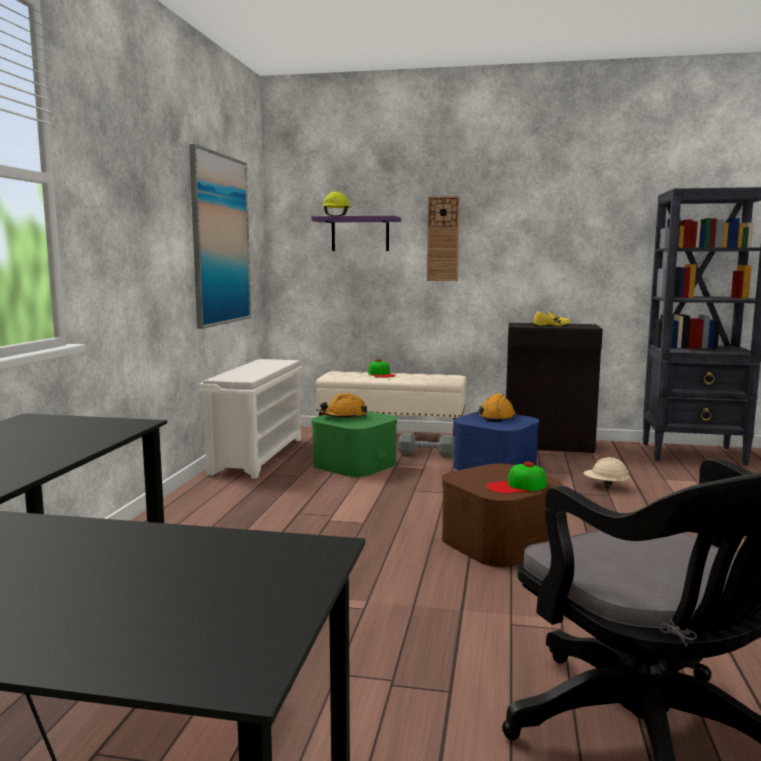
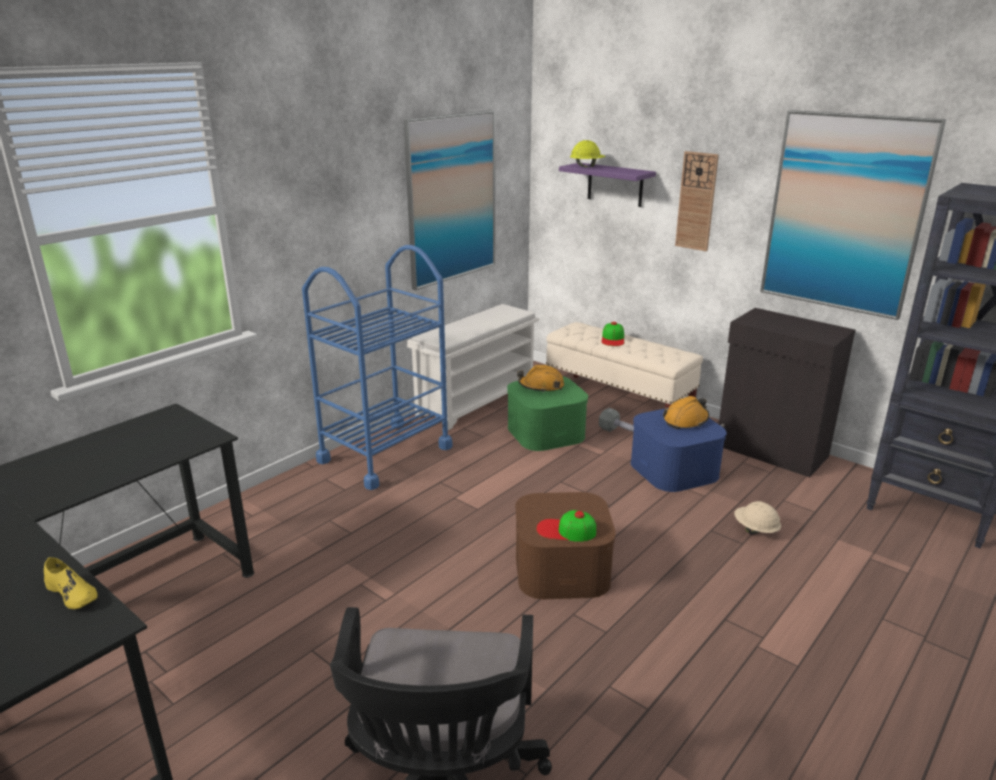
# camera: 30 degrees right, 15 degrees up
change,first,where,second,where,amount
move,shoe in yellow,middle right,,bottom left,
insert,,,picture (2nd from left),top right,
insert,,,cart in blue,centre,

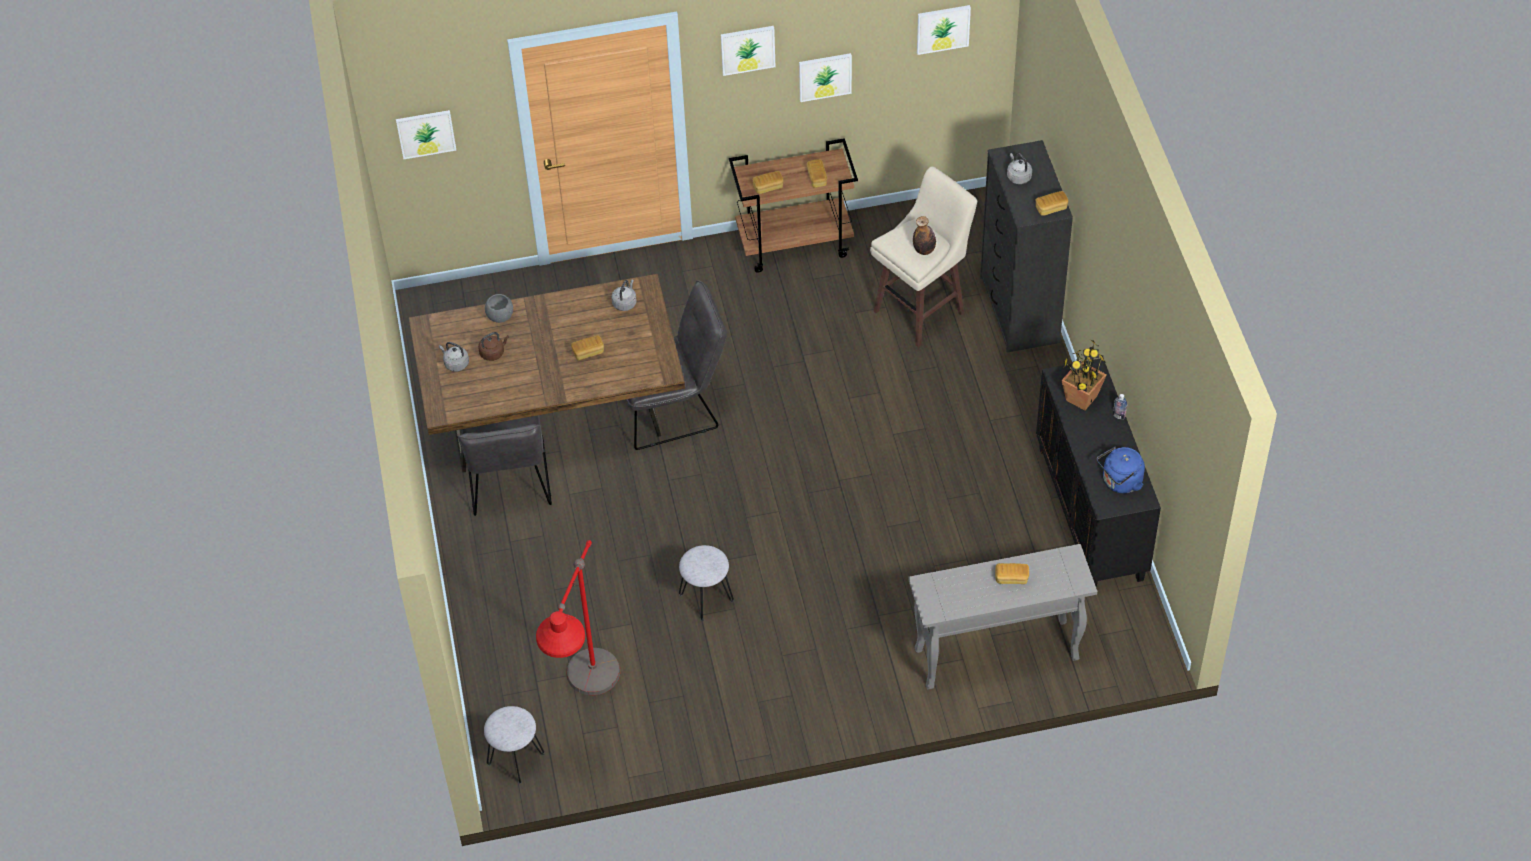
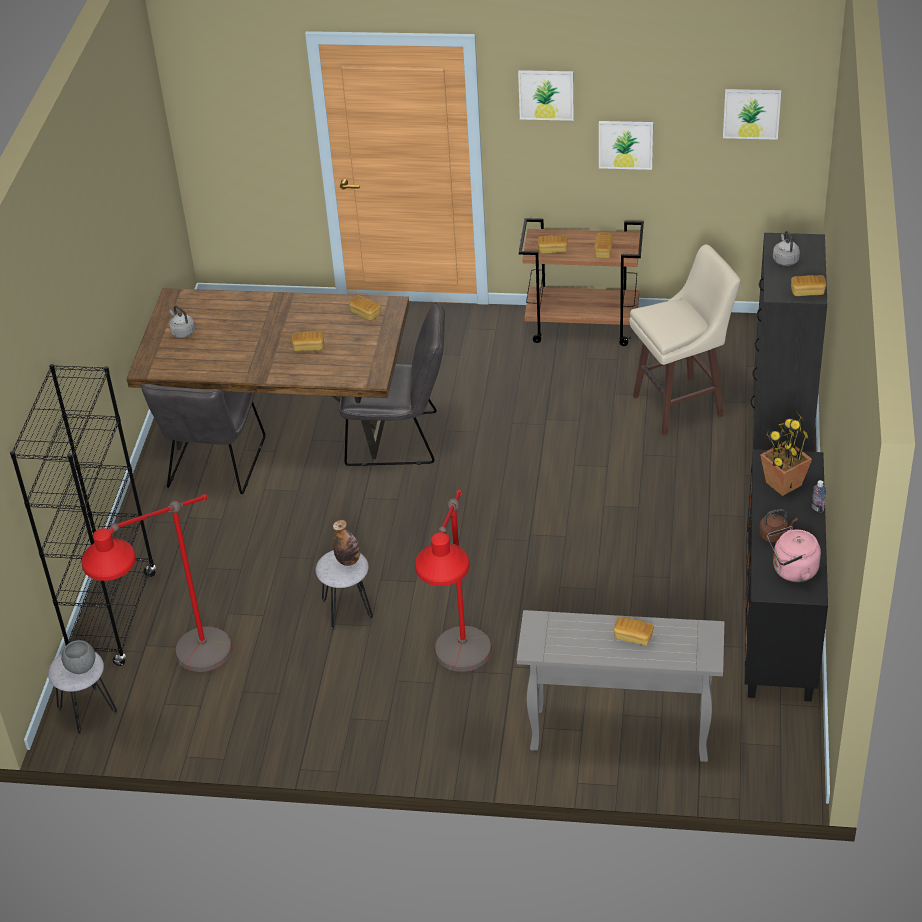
# camera: 20 degrees right, 10 degrees down
change,first,where,second,where,amount
delete,picture (1st from left),top left,,,
move,bottle (1st from left),top centre,,centre,
replace,kettle in grey (2nd from left),centre,bread (2nd from left),centre,
move,bowl in grey,middle left,,bottom left,
move,kettle in brown,middle left,,middle right,
recolor,kettle in blue,middle right,kettle in pink,middle right,
insert,,,bookcase in black,middle left,
insert,,,floor lamp in red (2nd from left),centre,

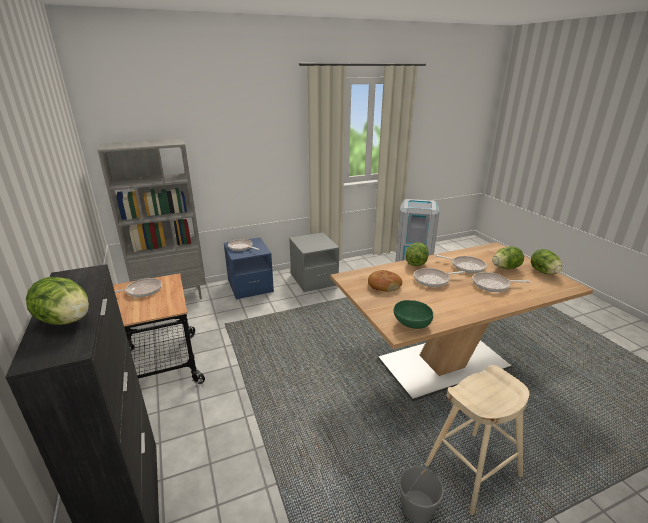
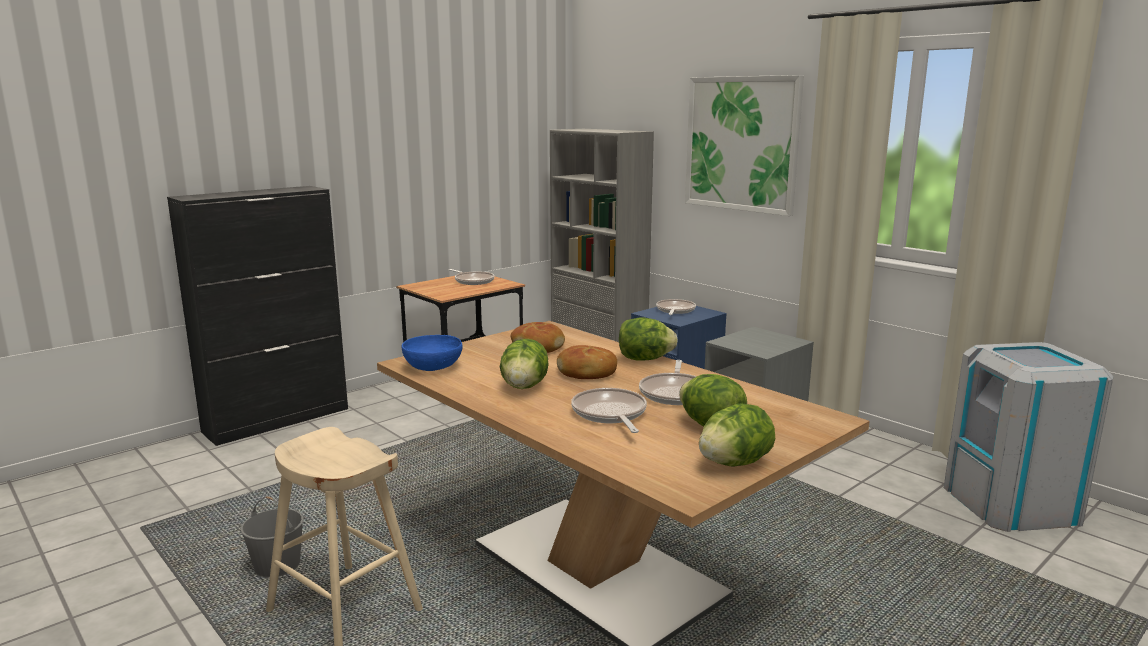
# camera: 70 degrees right, 10 degrees down
change,first,where,second,where,amount
replace,frying pan (3rd from left),middle right,bread (2nd from left),centre,
move,lettuce (1st from left),middle left,,centre,
recolor,bowl in green,centre,bowl in blue,centre,
insert,,,picture,top centre,

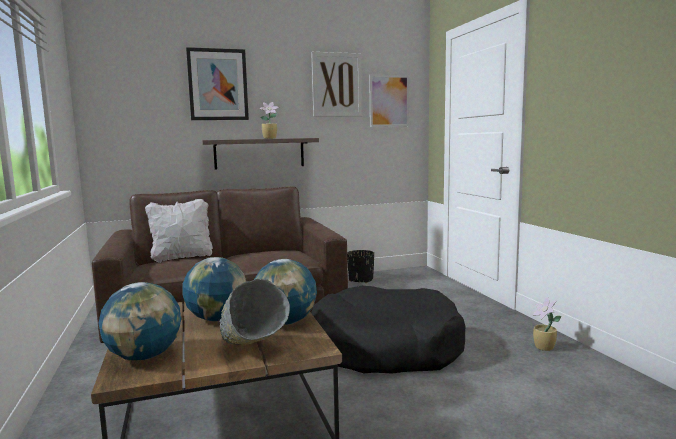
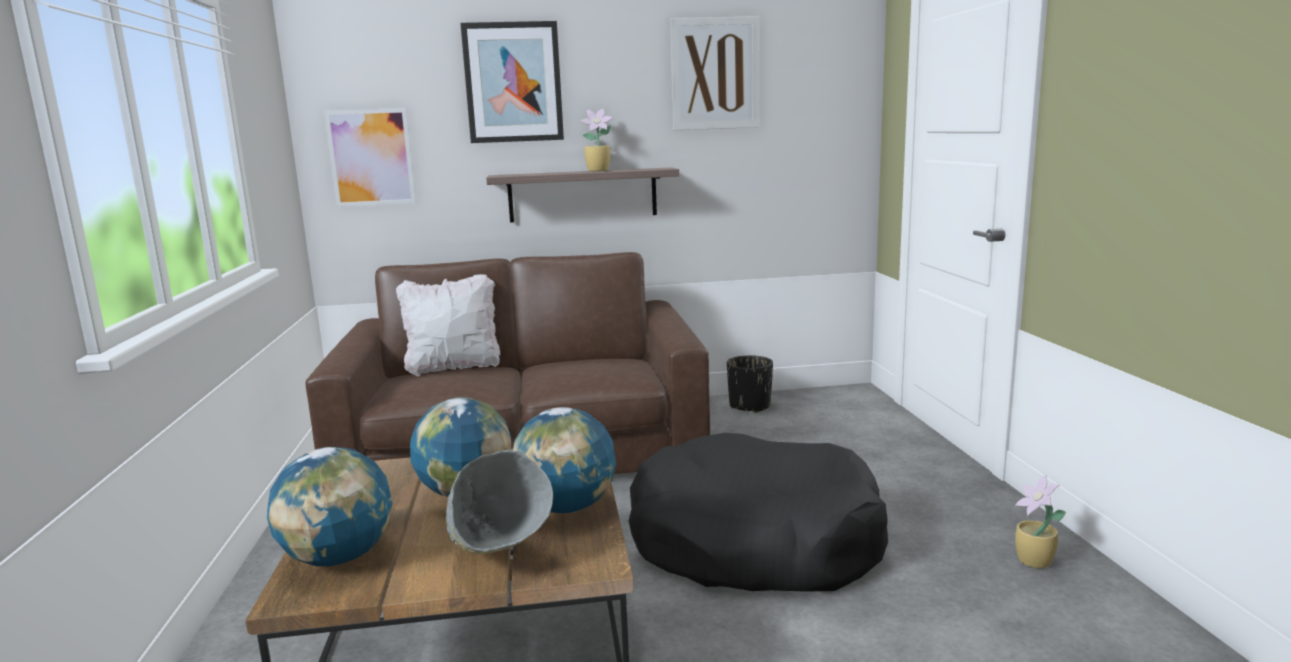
# camera: 10 degrees right, 5 degrees up
change,first,where,second,where,amount
move,picture (3rd from left in the first image),top centre,picture (1st from left),top left,

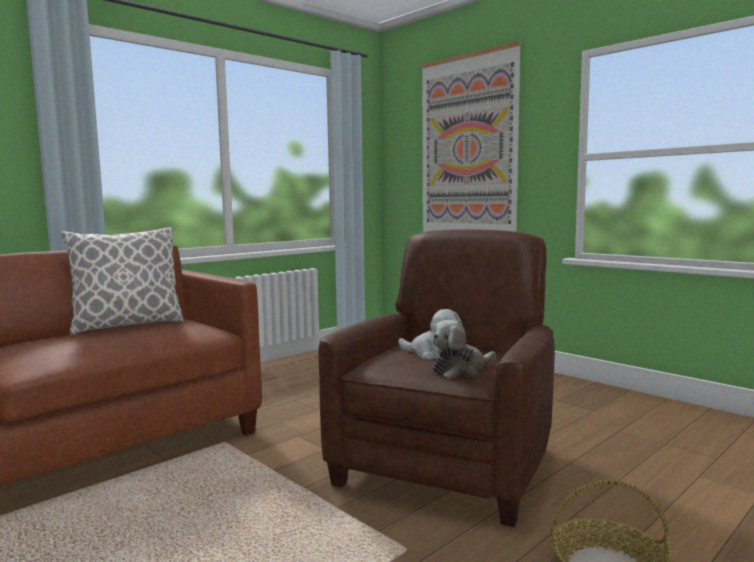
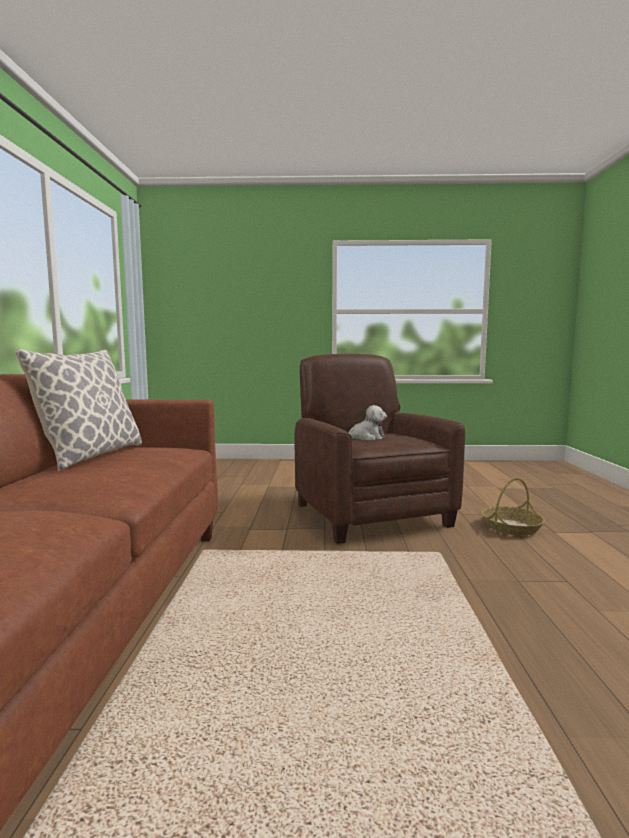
# camera: 45 degrees left, 0 degrees up
change,first,where,second,where,amount
delete,picture,top centre,,,
delete,plush toy (2nd from left),centre,,,

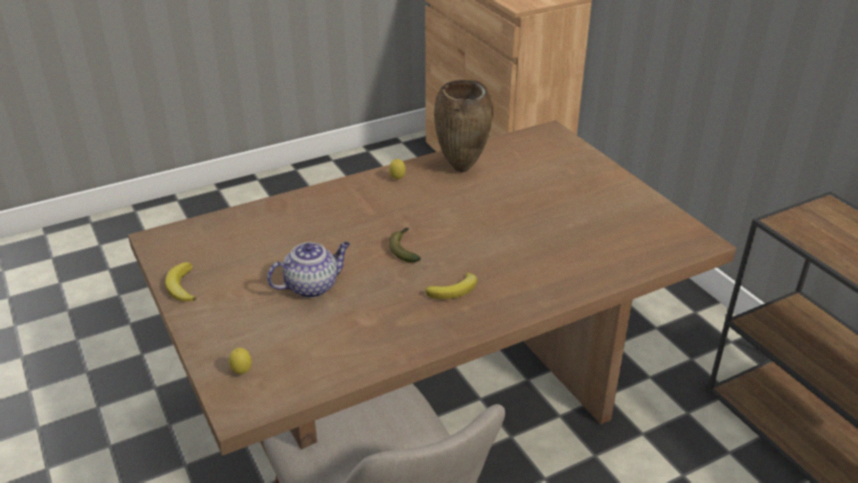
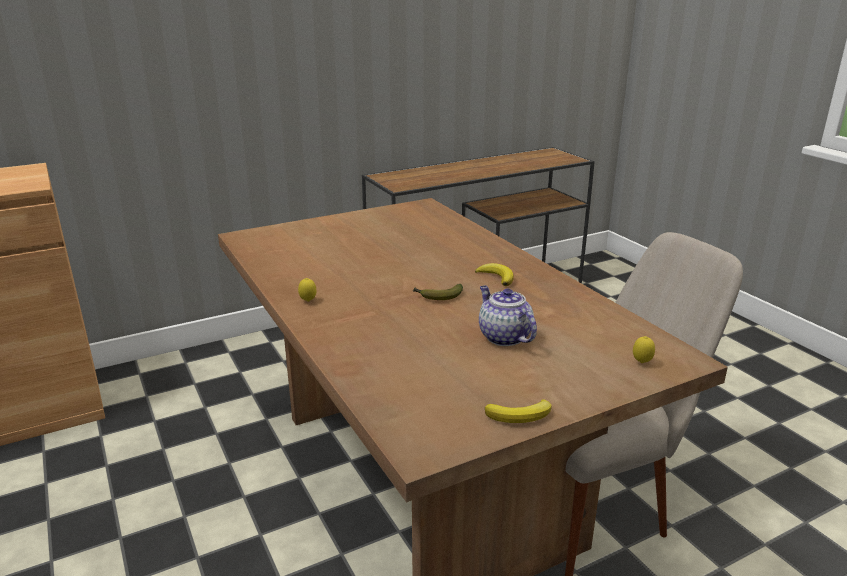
# camera: 90 degrees left, 10 degrees down
change,first,where,second,where,amount
delete,vase in brown,top centre,,,

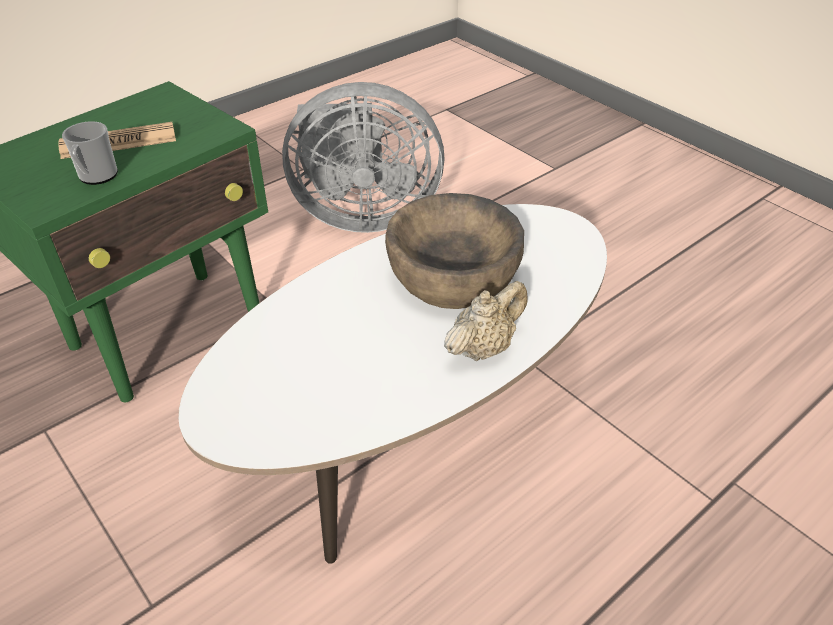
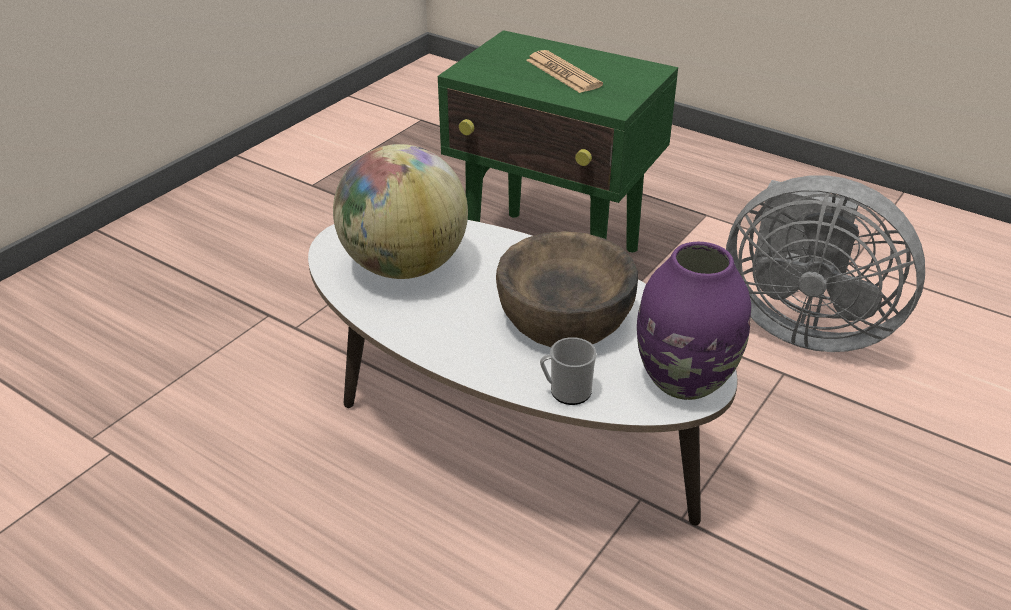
# camera: 75 degrees right, 5 degrees down
change,first,where,second,where,amount
rotate,fan in grey,top centre,,middle right,45 degrees counterclockwise
move,mug,top left,,centre,
delete,teapot in beige,centre,,,
insert,,,globe,centre,
insert,,,vase in purple,middle right,

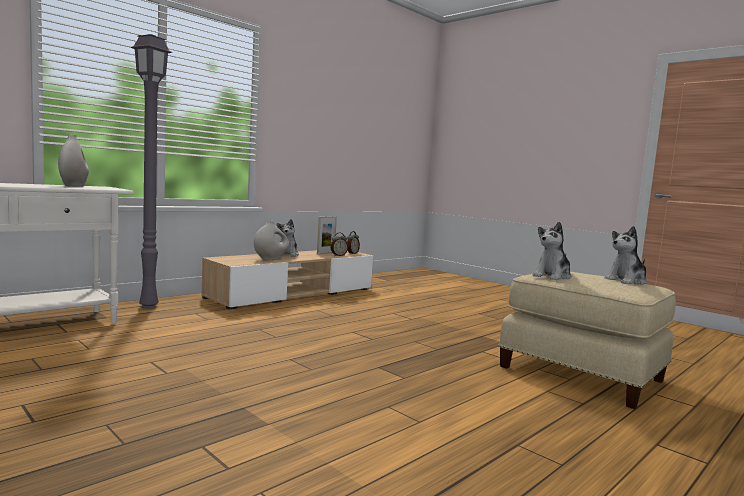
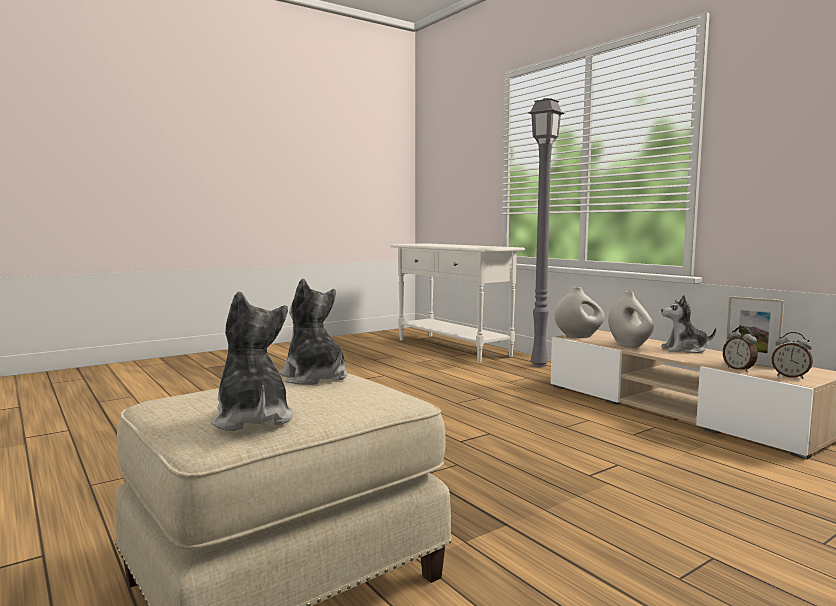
# camera: 100 degrees right, 0 degrees up
change,first,where,second,where,amount
move,vase in white (1st from left),top left,,middle right,

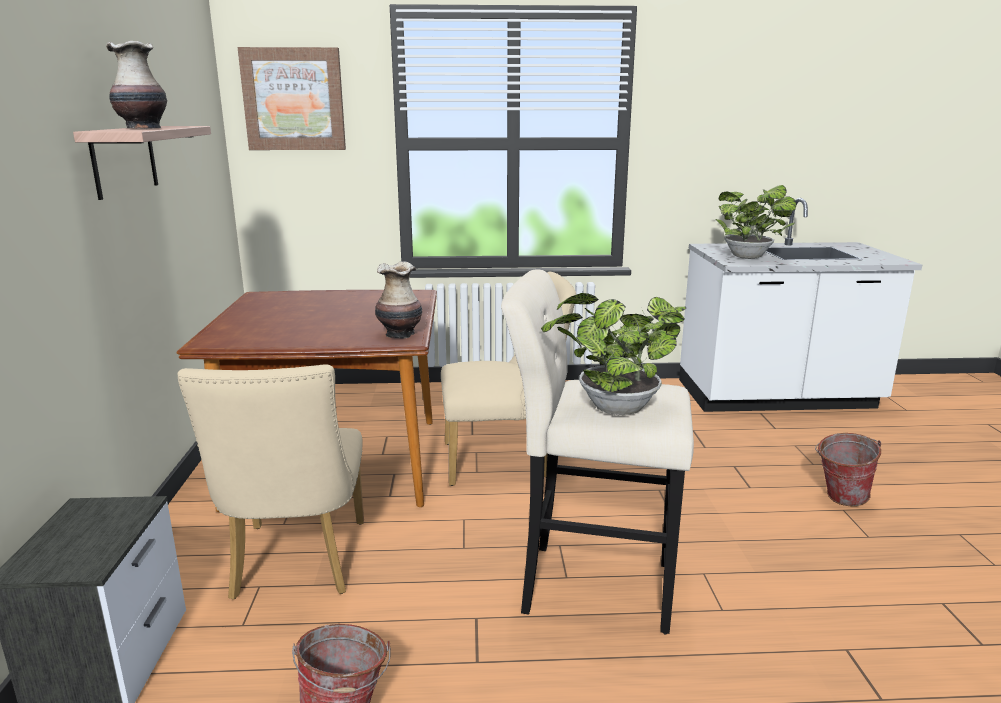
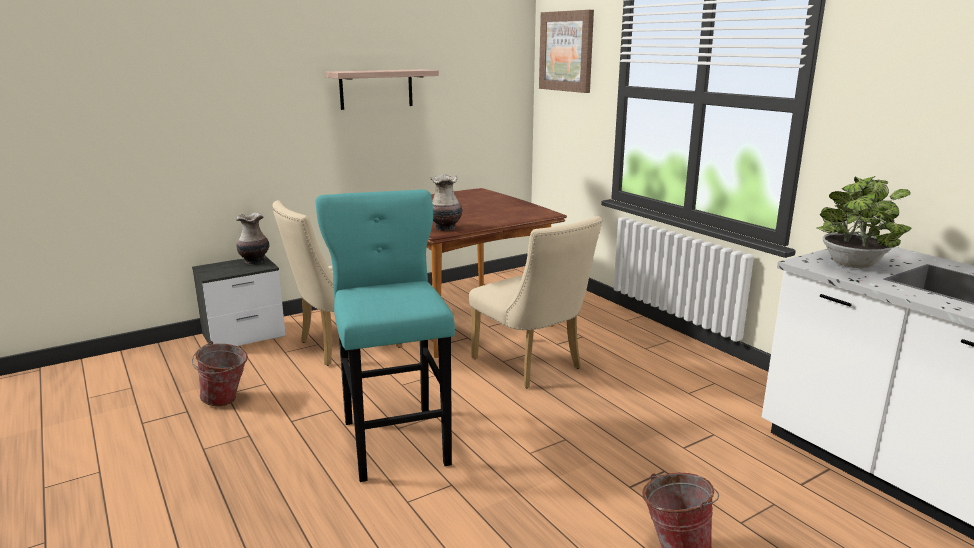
# camera: 60 degrees right, 0 degrees up
change,first,where,second,where,amount
move,vase (1st from left),top left,,middle left,
recolor,stool in beige,centre,stool in turquoise,centre,
delete,potted plant (1st from left),centre,,,

